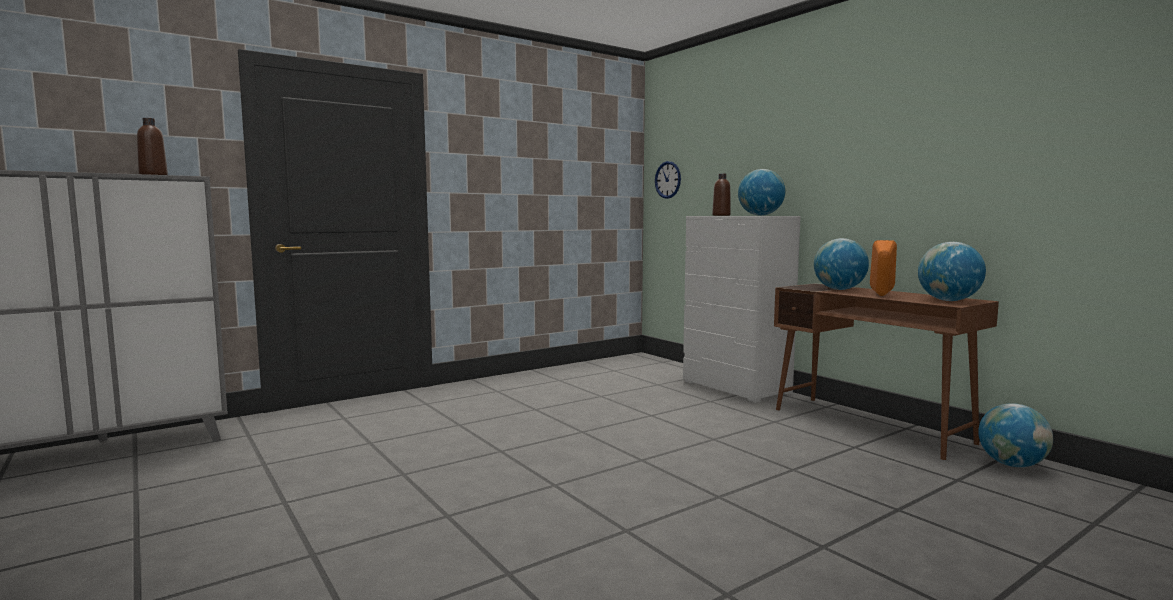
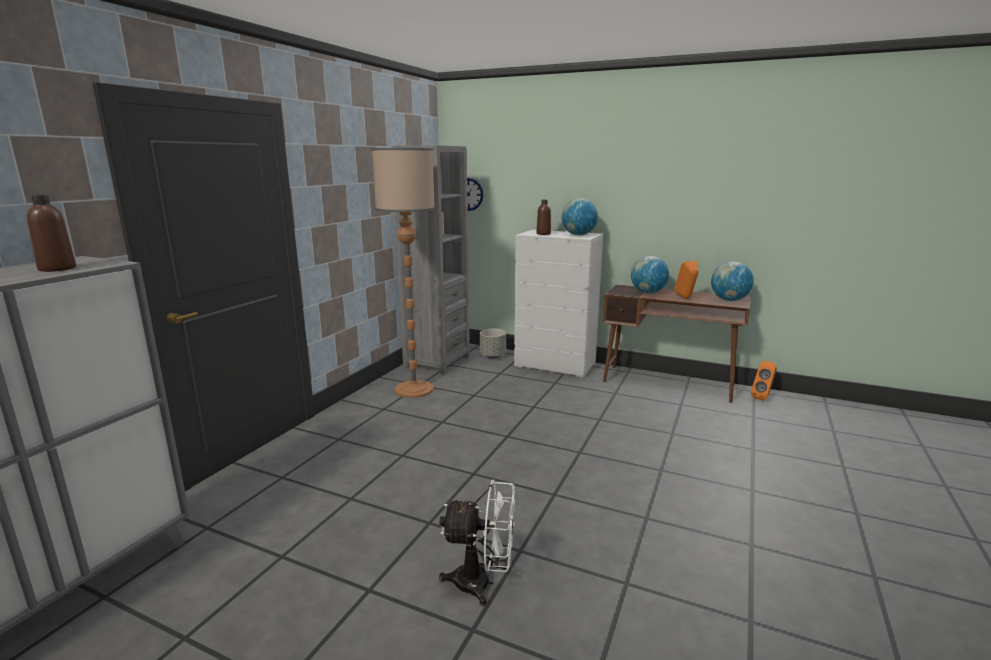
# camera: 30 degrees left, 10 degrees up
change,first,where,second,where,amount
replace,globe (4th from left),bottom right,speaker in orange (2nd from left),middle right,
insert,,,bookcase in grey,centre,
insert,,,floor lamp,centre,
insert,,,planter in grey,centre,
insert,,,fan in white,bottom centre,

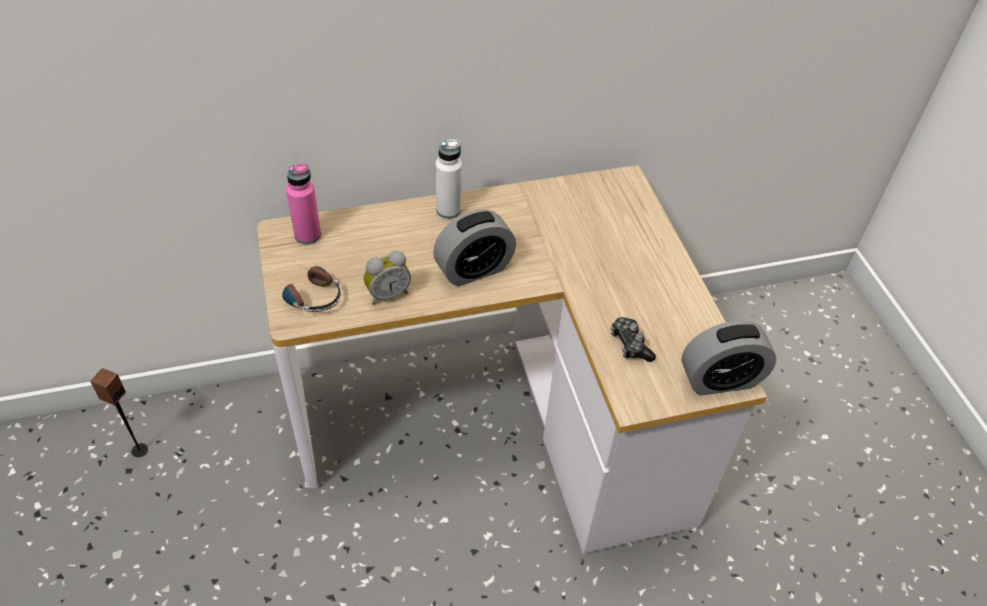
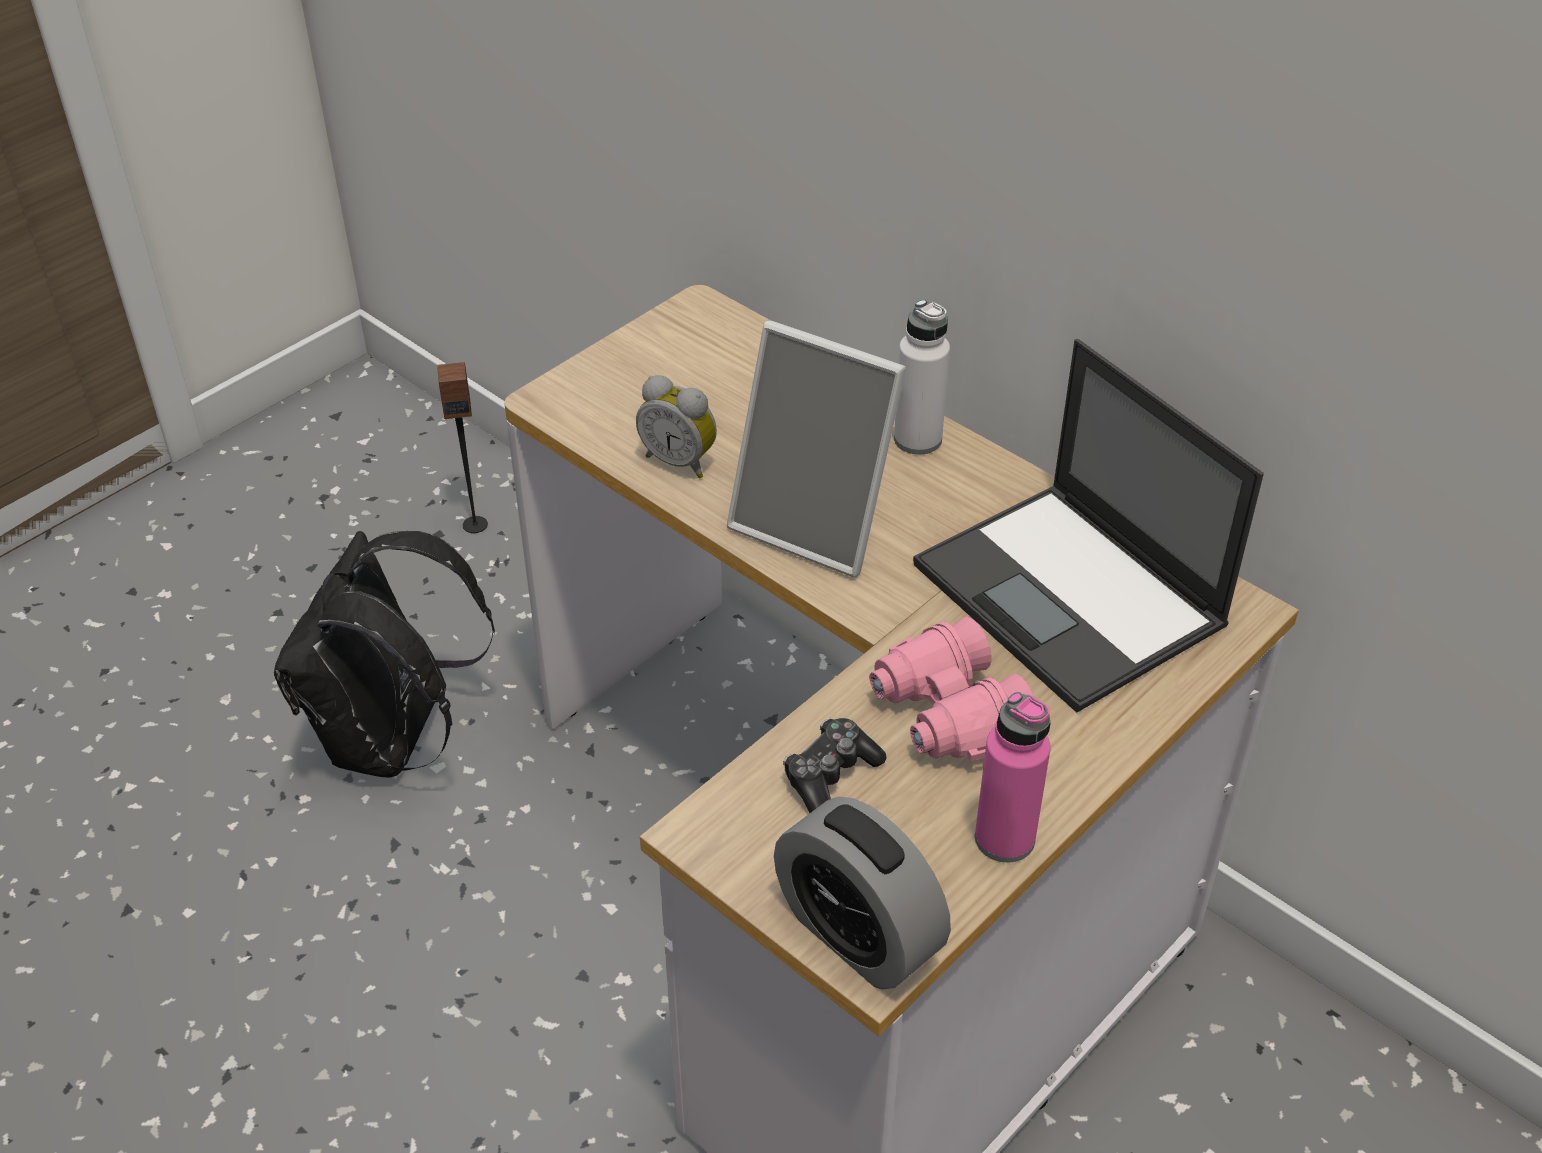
# camera: 60 degrees right, 5 degrees down
change,first,where,second,where,amount
move,bottle in pink,middle left,,bottom centre,
replace,alarm clock (2nd from left),centre,picture frame,centre,
delete,headphones,middle left,,,
insert,,,laptop,middle right,
insert,,,backpack in black,middle left,
insert,,,binoculars in pink,centre,

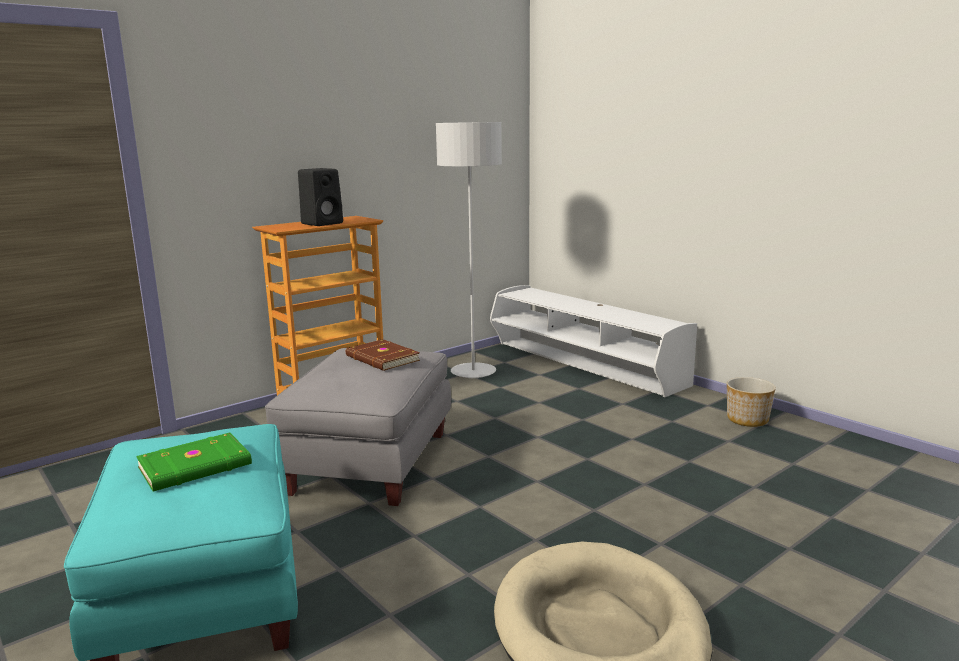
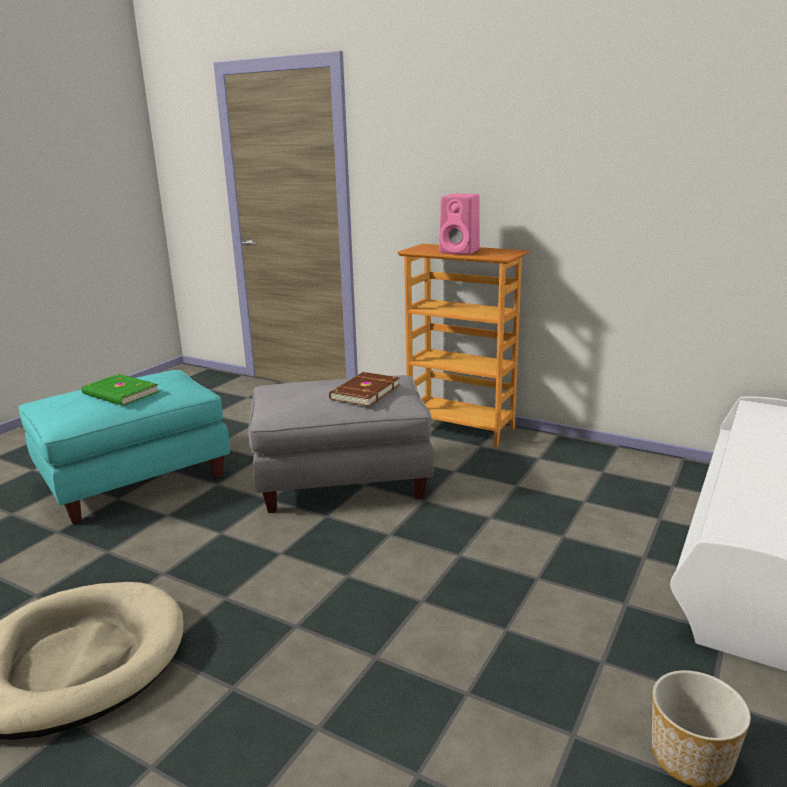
# camera: 70 degrees right, 5 degrees up
change,first,where,second,where,amount
delete,floor lamp in grey,centre,,,
recolor,speaker in black,top centre,speaker in pink,top centre,

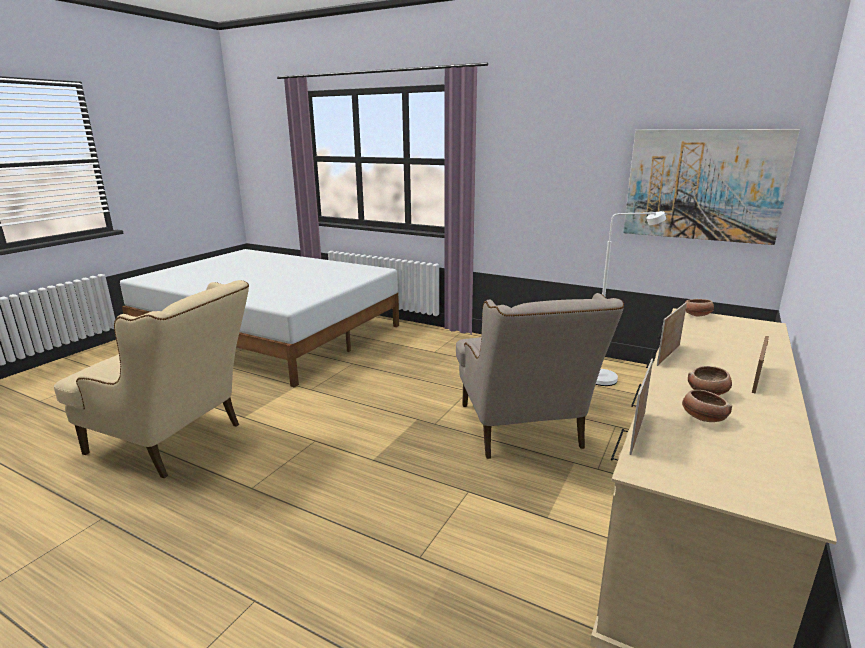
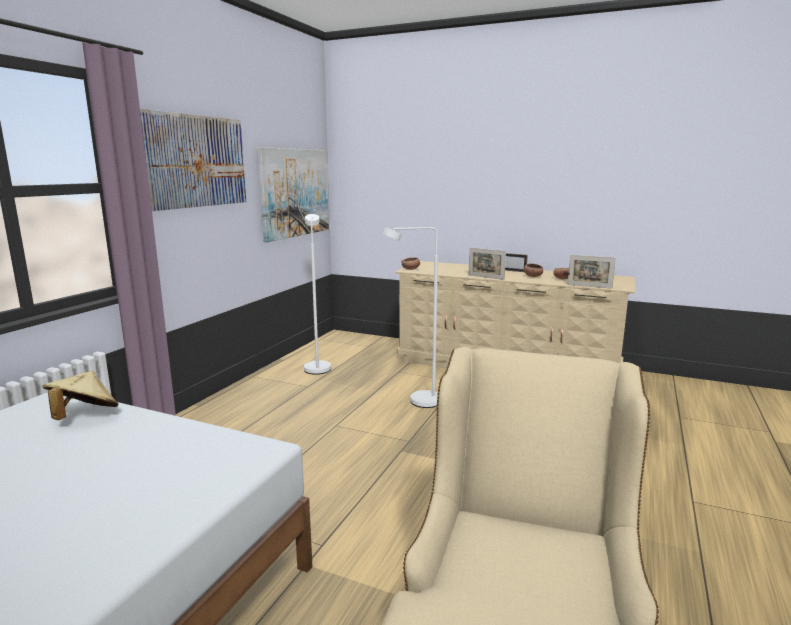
# camera: 95 degrees left, 5 degrees down
change,first,where,second,where,amount
replace,armchair in beige (2nd from left),centre,floor lamp in white (2nd from left),centre,
insert,,,picture (1st from left),top left,
insert,,,hat in beige,middle left,

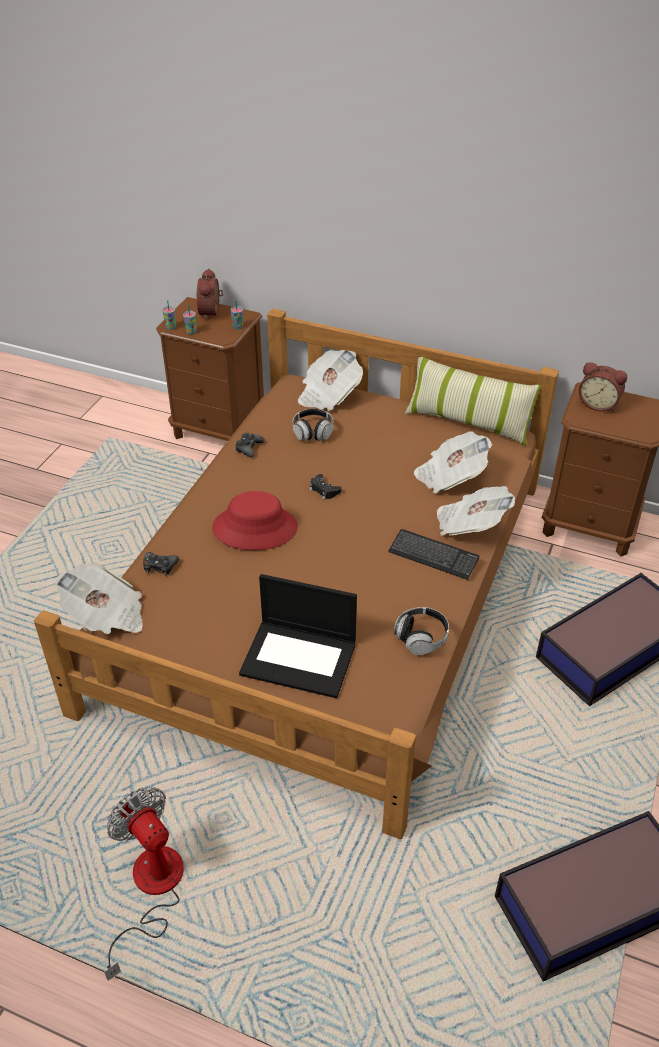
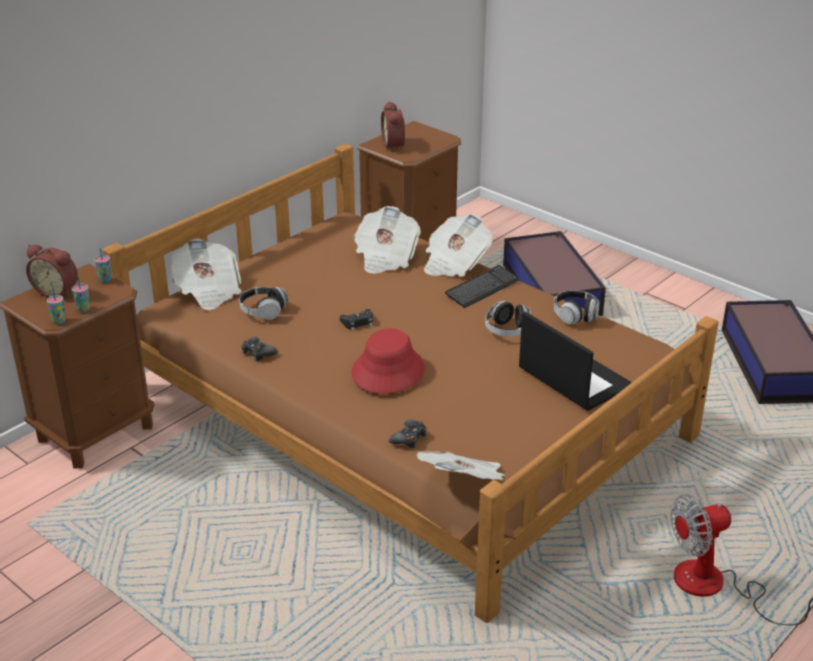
# camera: 70 degrees left, 10 degrees down
change,first,where,second,where,amount
delete,pillow,middle right,,,
rotate,alarm clock (2nd from left),middle right,,top centre,120 degrees clockwise
rotate,laptop,centre,,middle right,75 degrees counterclockwise
insert,,,headphones (2nd from left),centre,

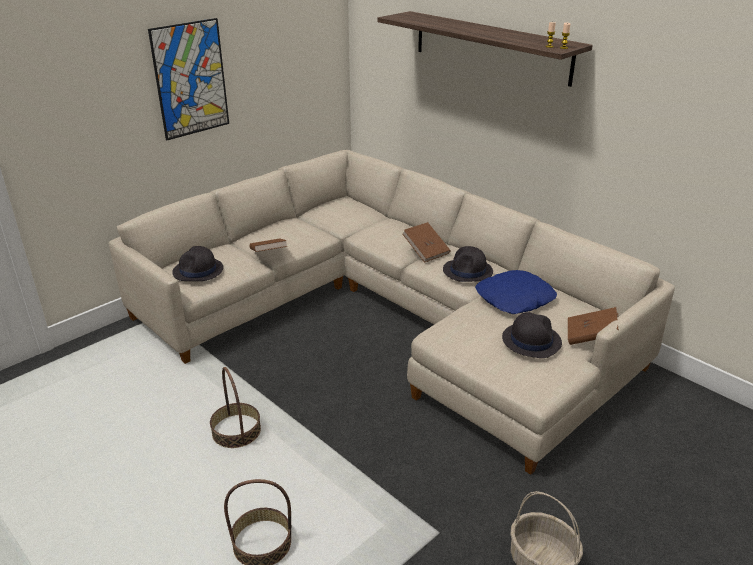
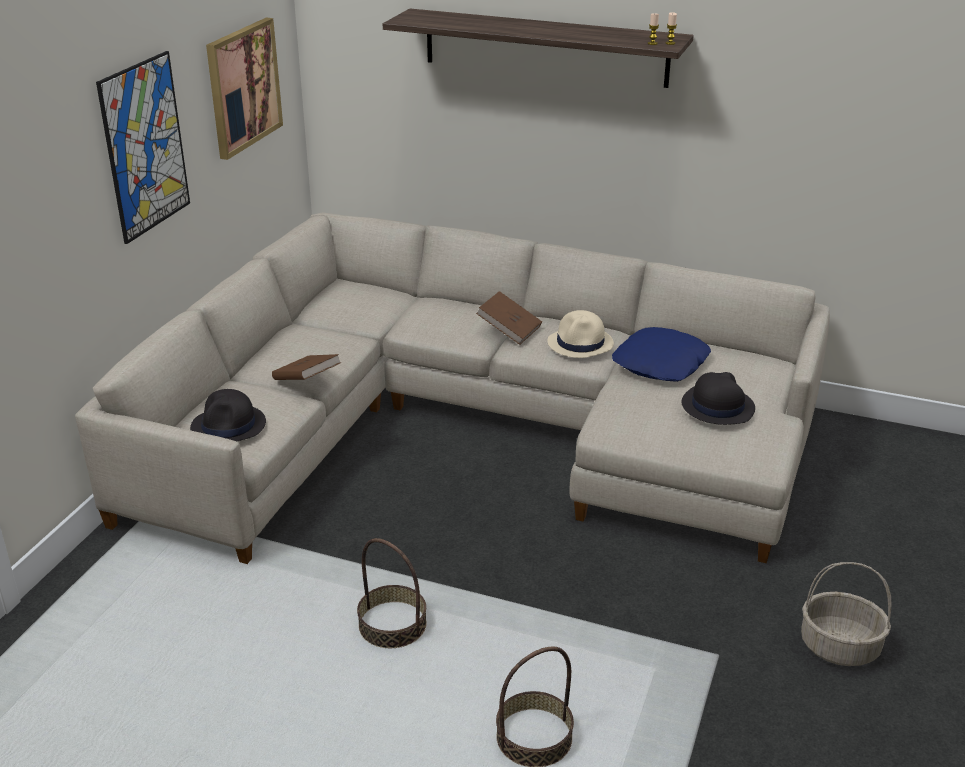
# camera: 25 degrees left, 0 degrees up
change,first,where,second,where,amount
recolor,hat in black (2nd from left),centre,hat in beige,centre,
delete,book in brown (3rd from left),middle right,,,
insert,,,picture (2nd from left),top left,

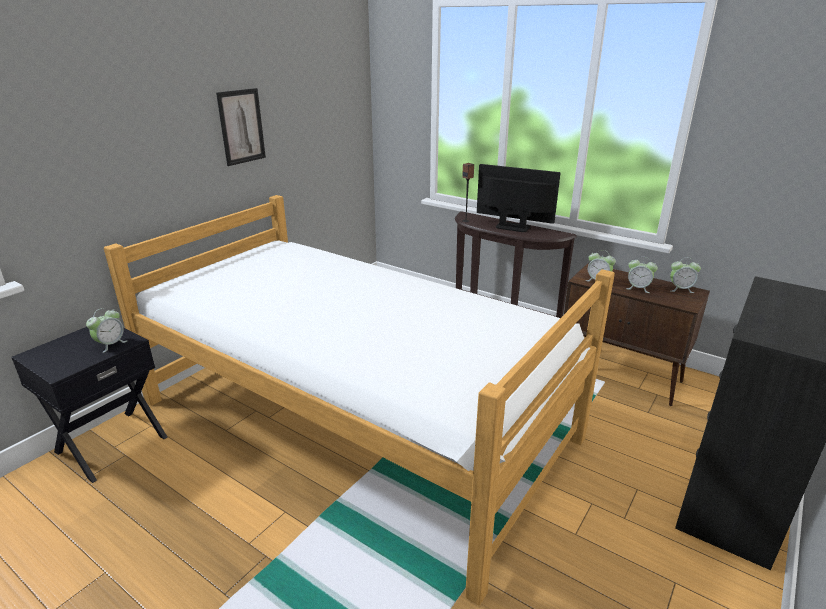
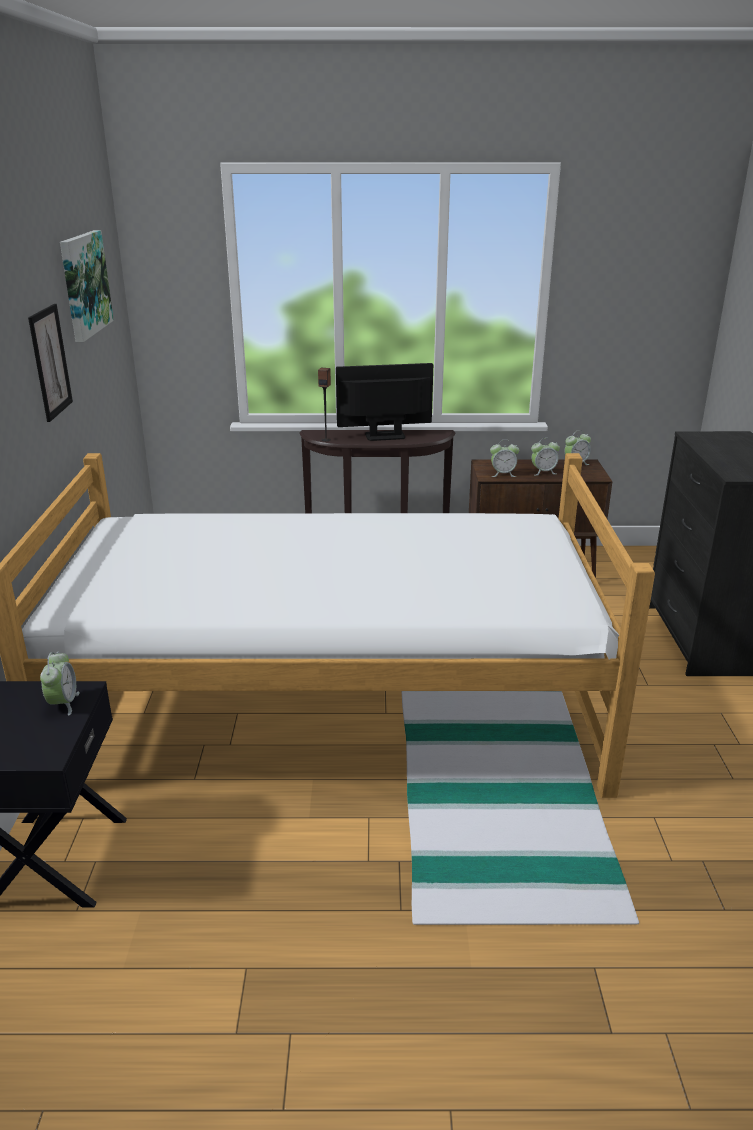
# camera: 35 degrees left, 0 degrees up
change,first,where,second,where,amount
insert,,,picture (2nd from left),top left,

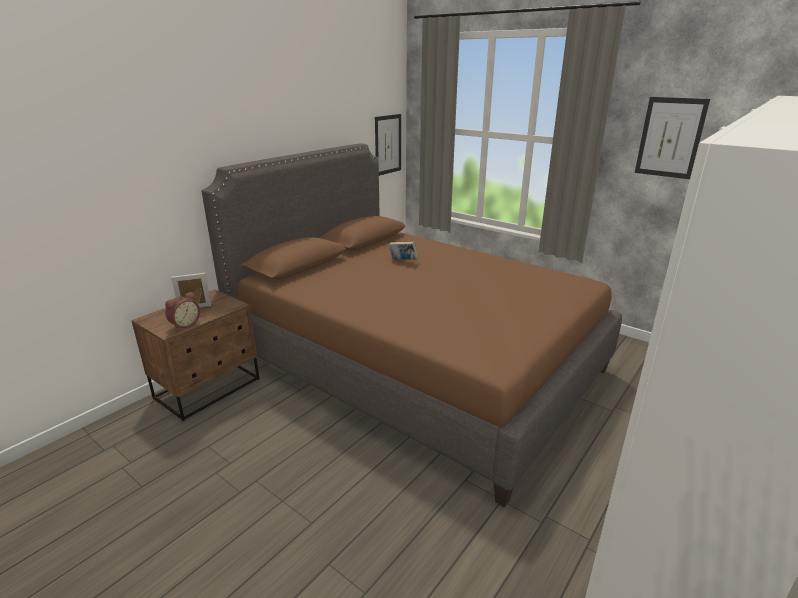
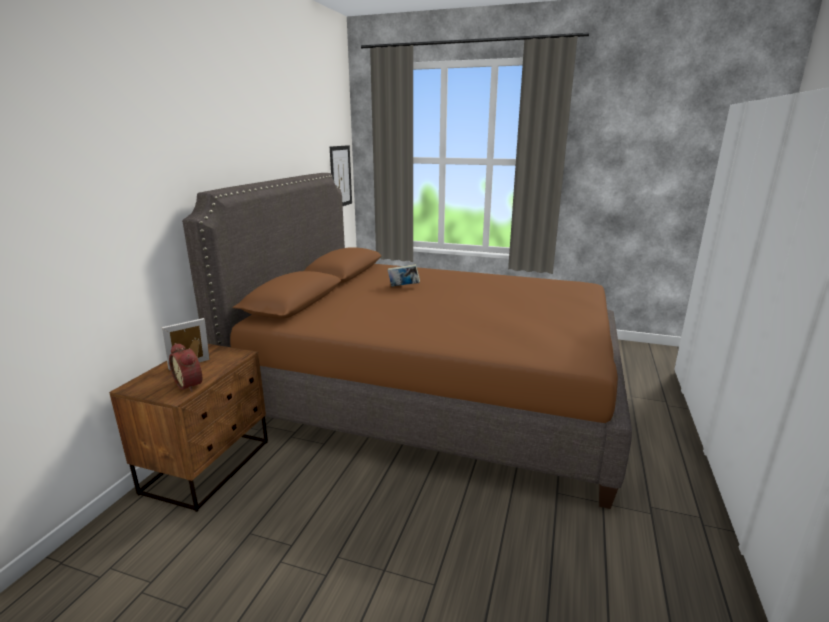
# camera: 20 degrees left, 5 degrees down
change,first,where,second,where,amount
delete,picture (2nd from left),top right,,,
rotate,alarm clock,middle left,,middle left,120 degrees clockwise

